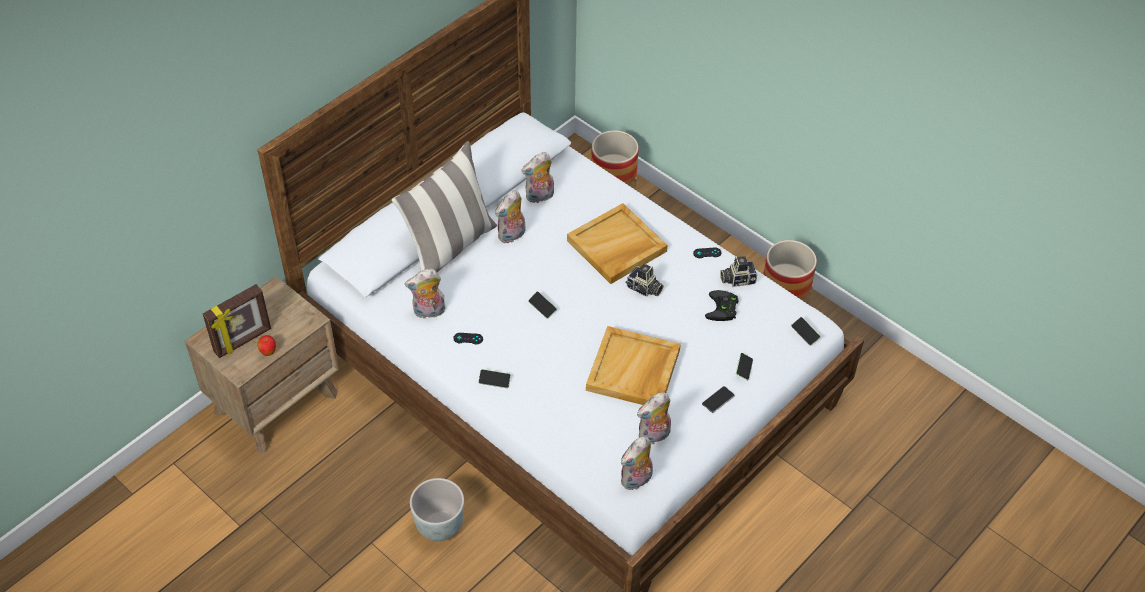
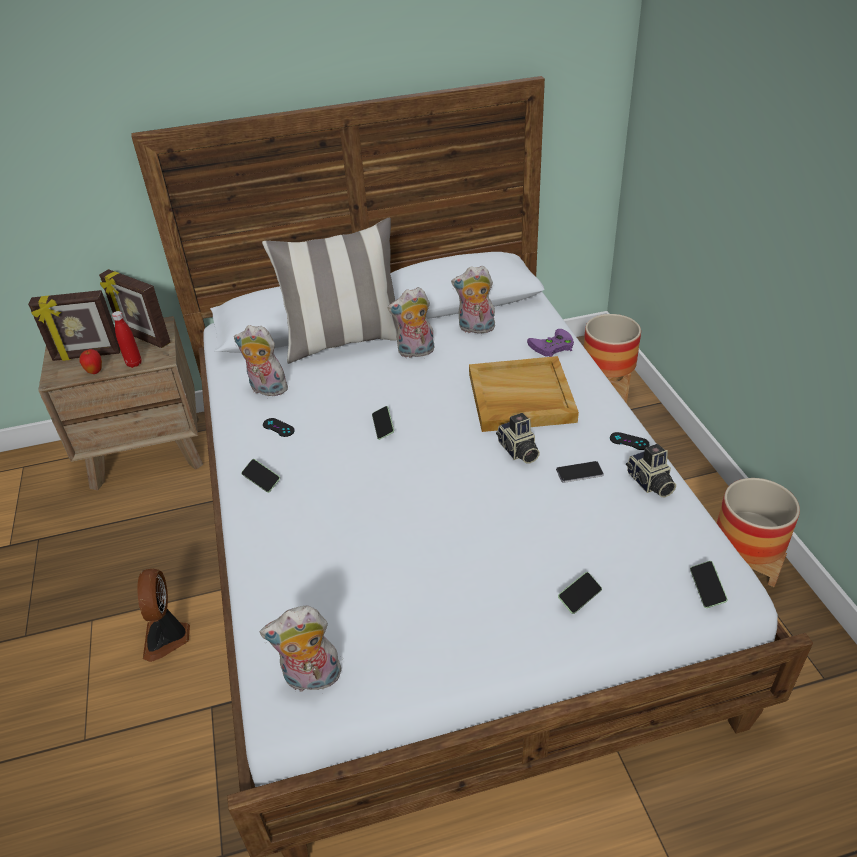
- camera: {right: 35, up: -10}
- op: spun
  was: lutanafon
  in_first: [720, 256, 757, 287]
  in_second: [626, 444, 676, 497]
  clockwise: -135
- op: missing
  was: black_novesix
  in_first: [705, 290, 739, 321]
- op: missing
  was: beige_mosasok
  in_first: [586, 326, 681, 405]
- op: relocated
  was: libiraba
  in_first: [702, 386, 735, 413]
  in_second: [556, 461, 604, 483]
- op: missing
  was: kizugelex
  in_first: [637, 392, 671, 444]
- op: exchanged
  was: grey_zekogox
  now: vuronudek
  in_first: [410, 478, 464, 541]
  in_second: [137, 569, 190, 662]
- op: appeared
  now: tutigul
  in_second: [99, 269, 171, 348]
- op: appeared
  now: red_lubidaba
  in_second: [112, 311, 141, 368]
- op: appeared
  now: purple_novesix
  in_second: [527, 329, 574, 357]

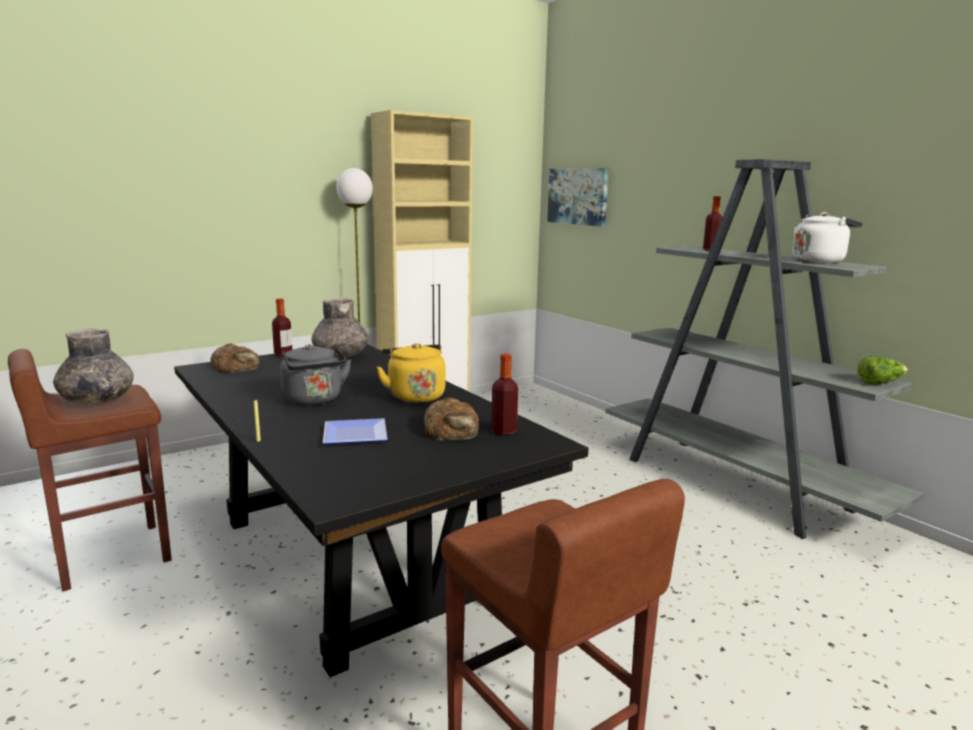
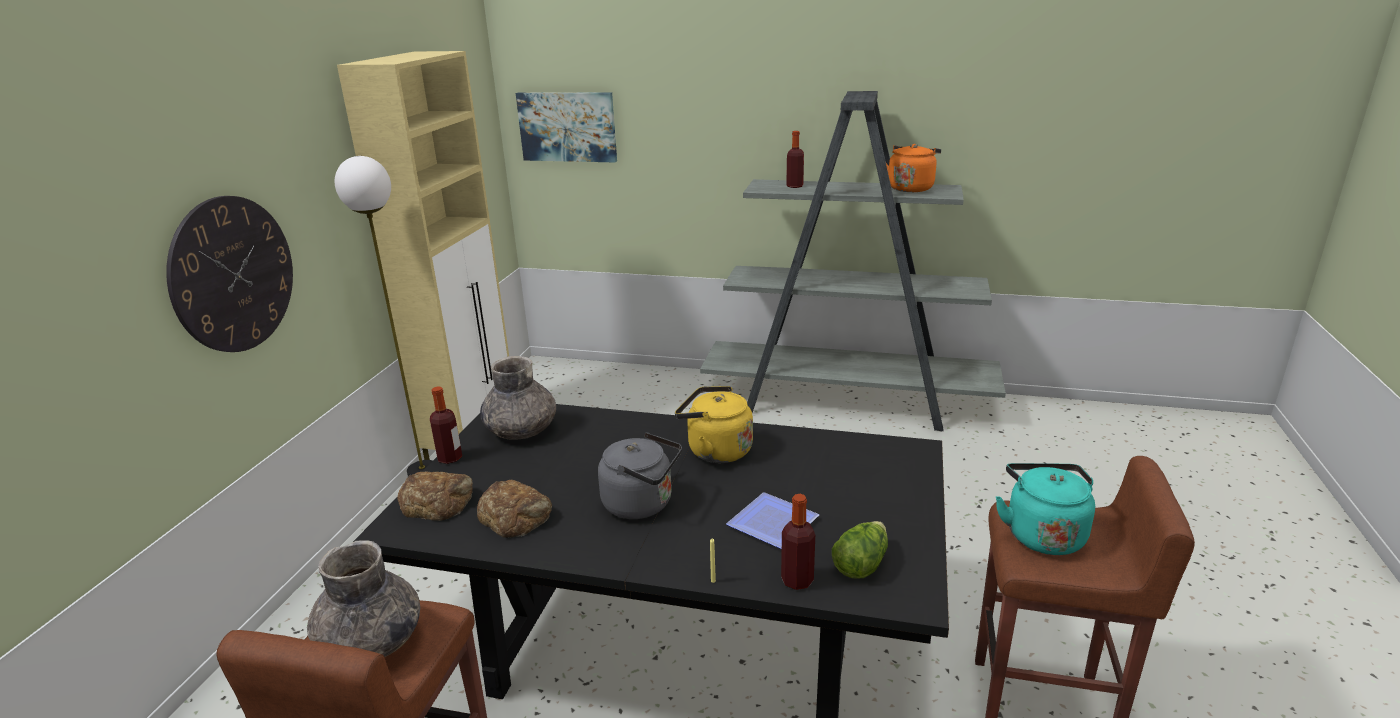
- camera: {right: -40, up: 10}
- op: colour
  was: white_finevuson
  now: orange_finevuson
  in_first: [793, 212, 863, 263]
  in_second: [886, 144, 941, 192]
- op: relocated
  was: lubidaba
  in_first: [491, 353, 518, 435]
  in_second: [781, 494, 815, 590]
- op: relocated
  was: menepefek
  in_first: [857, 356, 907, 385]
  in_second: [832, 521, 888, 578]
- op: relocated
  was: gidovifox
  in_first: [424, 397, 479, 441]
  in_second: [477, 480, 552, 538]
- op: appeared
  now: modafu
  in_second: [166, 196, 293, 352]
- op: appeared
  now: turquoise_finevuson
  in_second: [996, 463, 1095, 555]

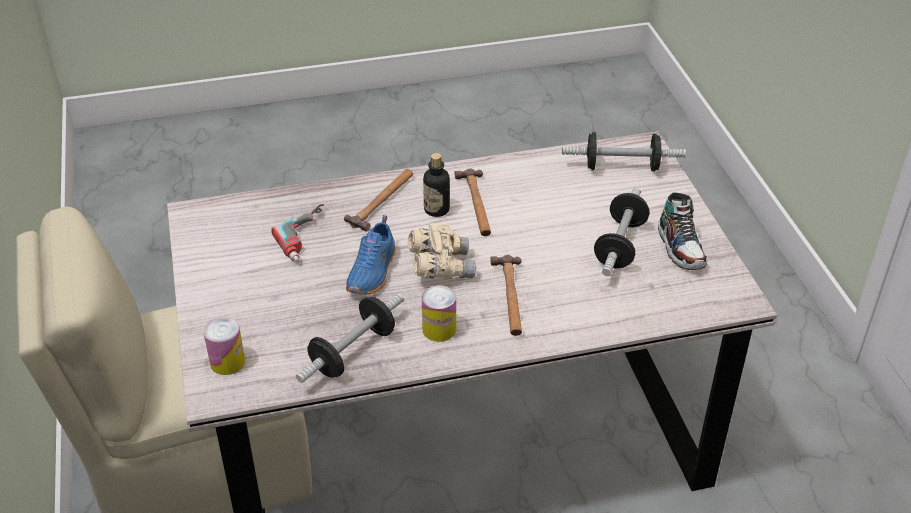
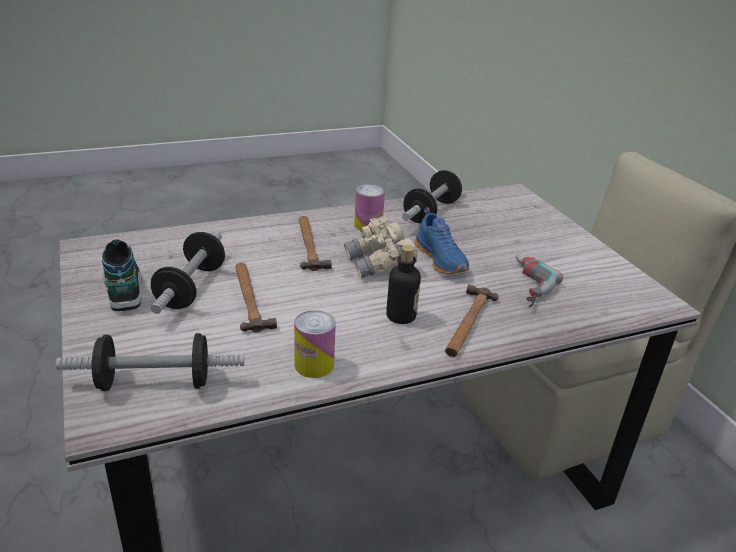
- camera: {right: 170, up: -10}
- op: relocated
  was: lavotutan
  in_first: [455, 169, 491, 236]
  in_second: [235, 263, 277, 333]
- op: spun
  was: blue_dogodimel
  in_first: [346, 215, 396, 294]
  in_second: [414, 207, 469, 274]
  clockwise: 150
- op: relocated
  was: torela
  in_first: [203, 317, 245, 375]
  in_second: [294, 310, 336, 378]

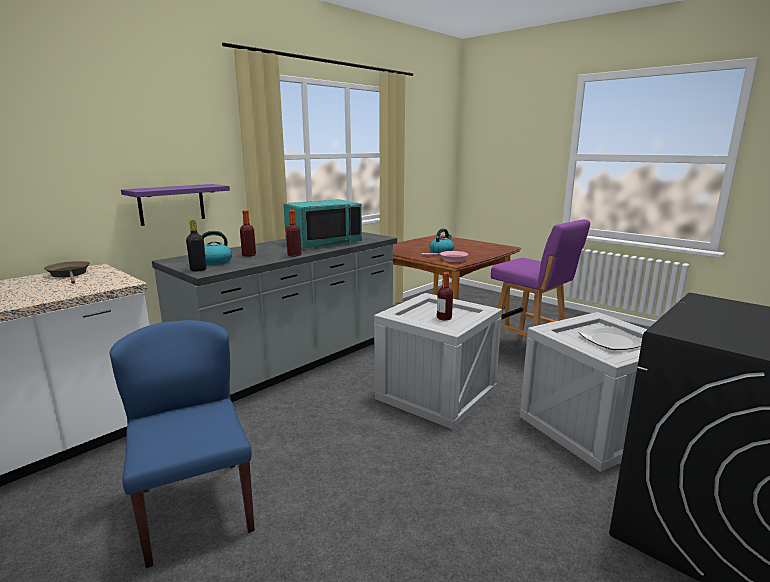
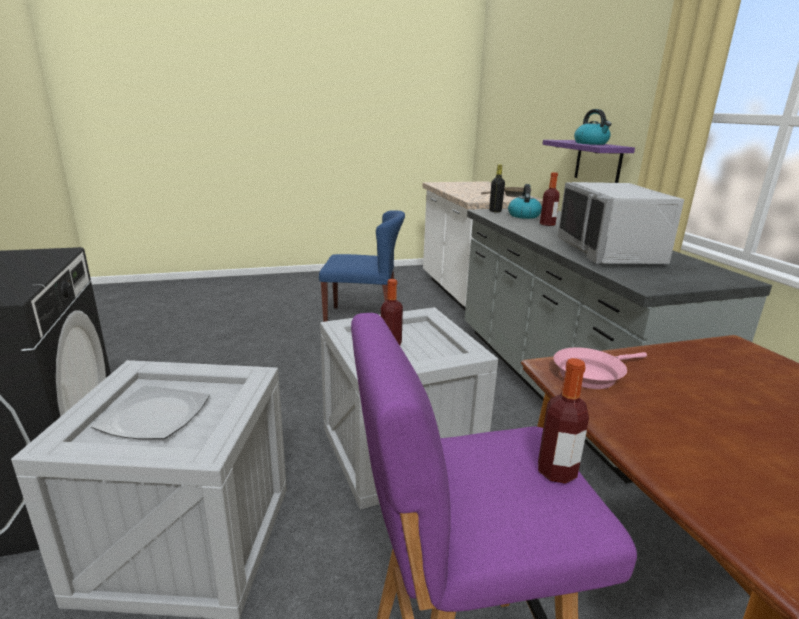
- camera: {right: 120, up: 5}
- op: colour
  was: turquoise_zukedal
  now: grey_zukedal
  in_first: [283, 199, 362, 248]
  in_second: [557, 182, 684, 264]
- op: relocated
  was: lubidaba
  in_first: [286, 210, 301, 257]
  in_second: [538, 358, 589, 484]
- op: relocated
  was: finevuson
  in_first: [430, 229, 455, 253]
  in_second: [574, 109, 612, 145]

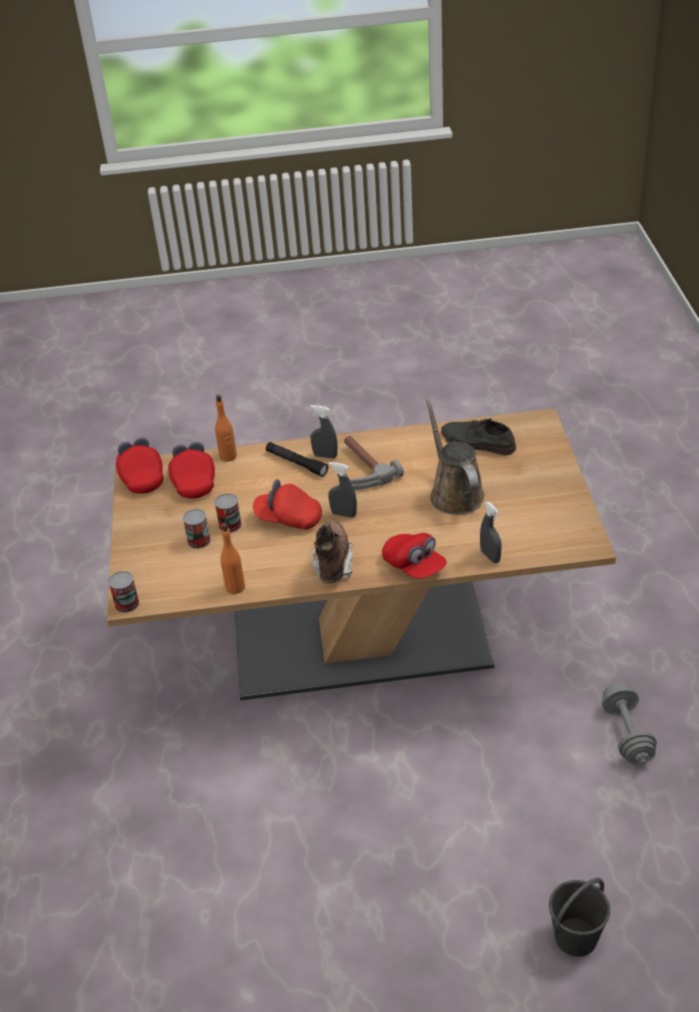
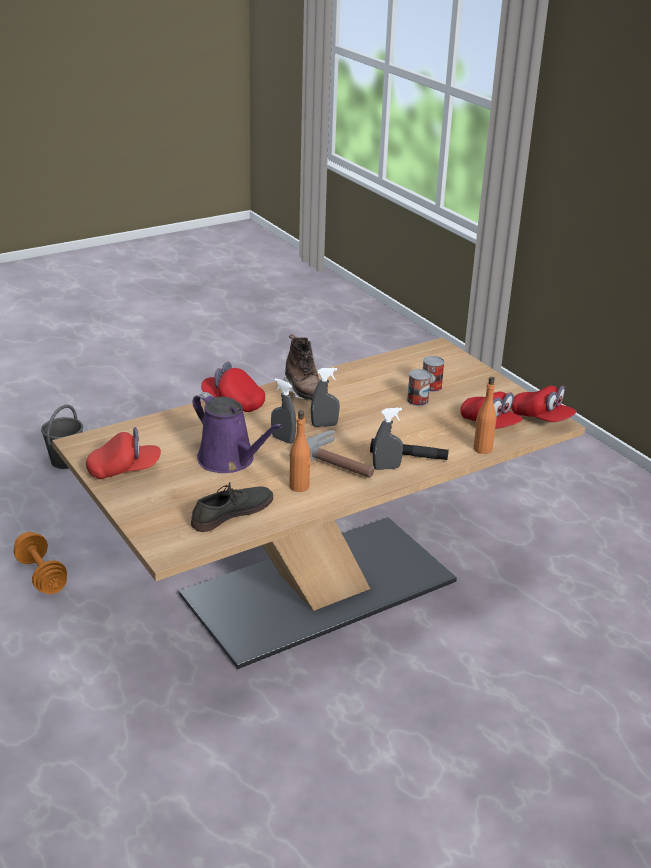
- camera: {right: 150, up: -10}
- op: colour
  was: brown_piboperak
  now: purple_piboperak
  in_first: [426, 399, 484, 515]
  in_second: [193, 392, 283, 473]
- op: spun
  was: grey_dogodimel
  in_first: [441, 418, 516, 456]
  in_second: [191, 482, 273, 532]
  clockwise: -45
- op: relocated
  was: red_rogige
  in_first: [253, 479, 322, 530]
  in_second: [86, 427, 161, 479]
- op: relocated
  was: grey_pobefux
  in_first: [480, 502, 502, 563]
  in_second: [271, 378, 296, 444]
- op: relocated
  was: orange_lubidaba
  in_first: [221, 523, 245, 594]
  in_second: [290, 411, 311, 492]
- op: missing
  was: torela
  in_first: [108, 571, 139, 613]
- op: colour
  was: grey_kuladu
  now: orange_kuladu
  in_first: [602, 682, 657, 765]
  in_second: [13, 532, 67, 594]

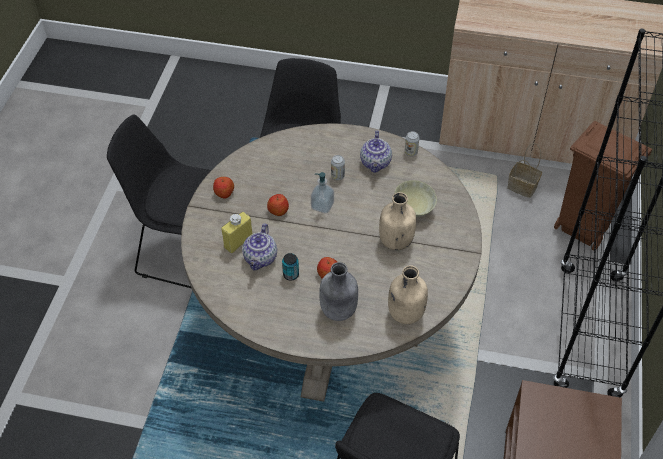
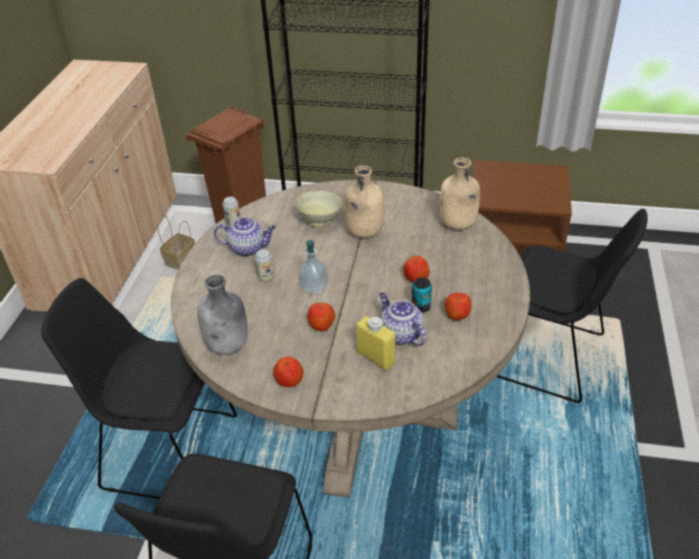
- camera: {right: -90, up: -10}
- op: spun
  was: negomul
  in_first: [242, 223, 277, 270]
  in_second: [379, 293, 426, 346]
  clockwise: -135
- op: relocated
  was: grey_lubidaba
  in_first: [319, 262, 358, 321]
  in_second: [197, 275, 248, 354]
- op: appeared
  now: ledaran
  in_second: [444, 293, 471, 320]

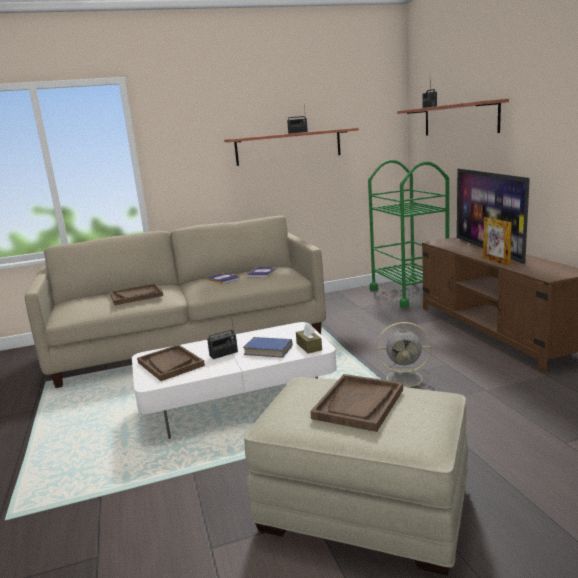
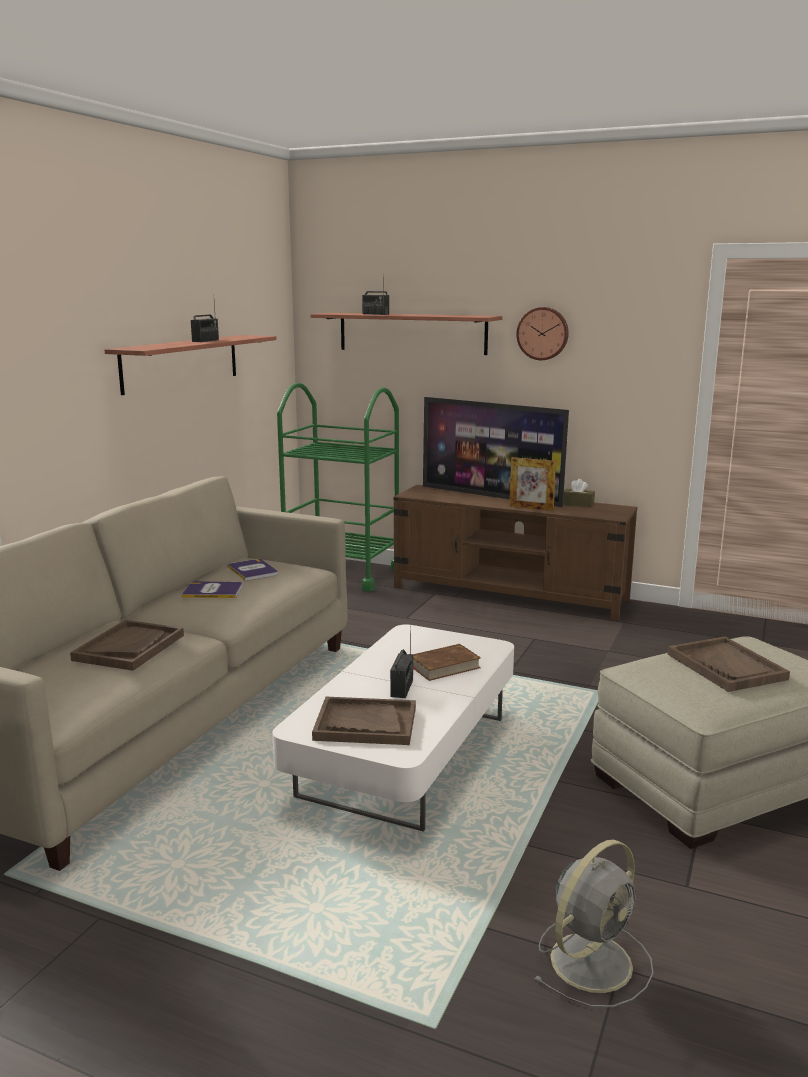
- camera: {right: -50, up: 0}
- op: relocated
  was: grey_vuronudek
  in_first: [376, 322, 433, 389]
  in_second: [534, 839, 653, 1007]
- op: relocated
  was: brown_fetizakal
  in_first: [296, 323, 322, 354]
  in_second: [563, 479, 595, 507]
- op: colour
  was: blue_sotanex
  now: brown_sotanex
  in_first: [243, 337, 292, 358]
  in_second: [413, 644, 481, 681]
- op: appeared
  now: modafu
  in_second: [516, 307, 569, 360]

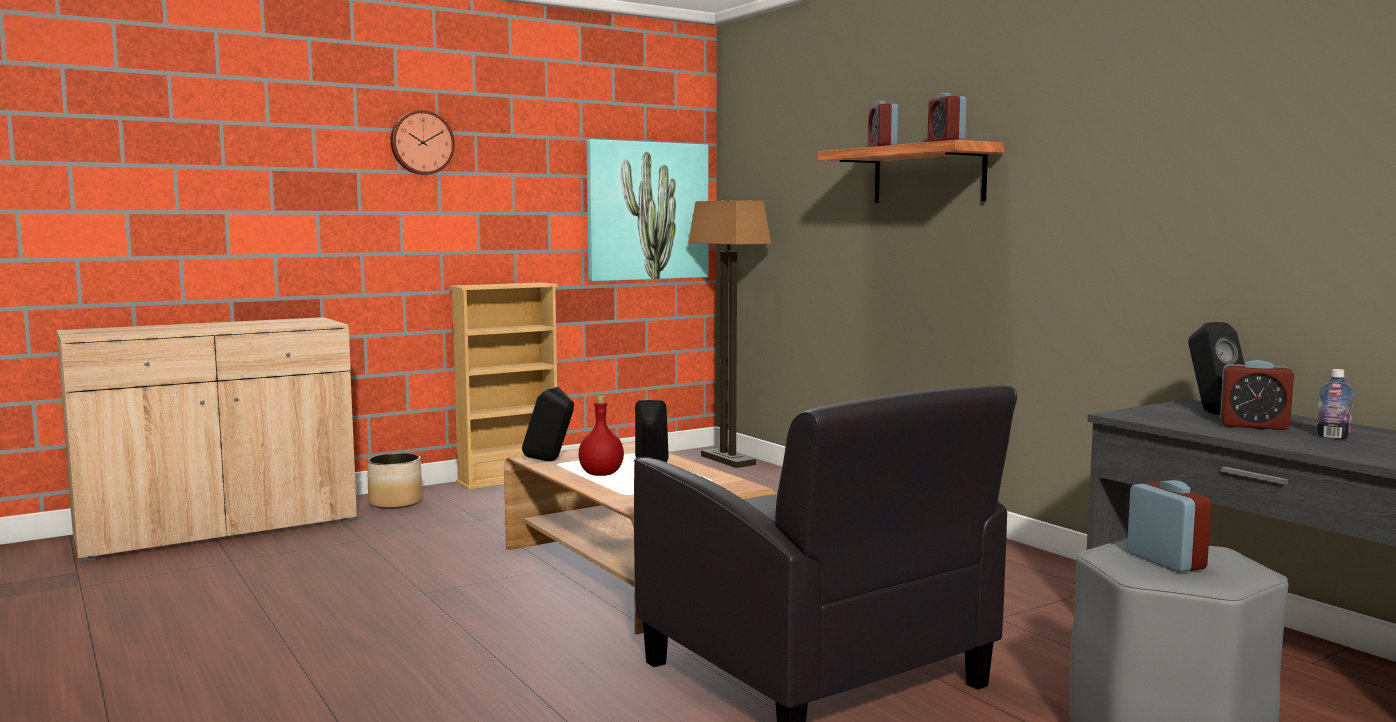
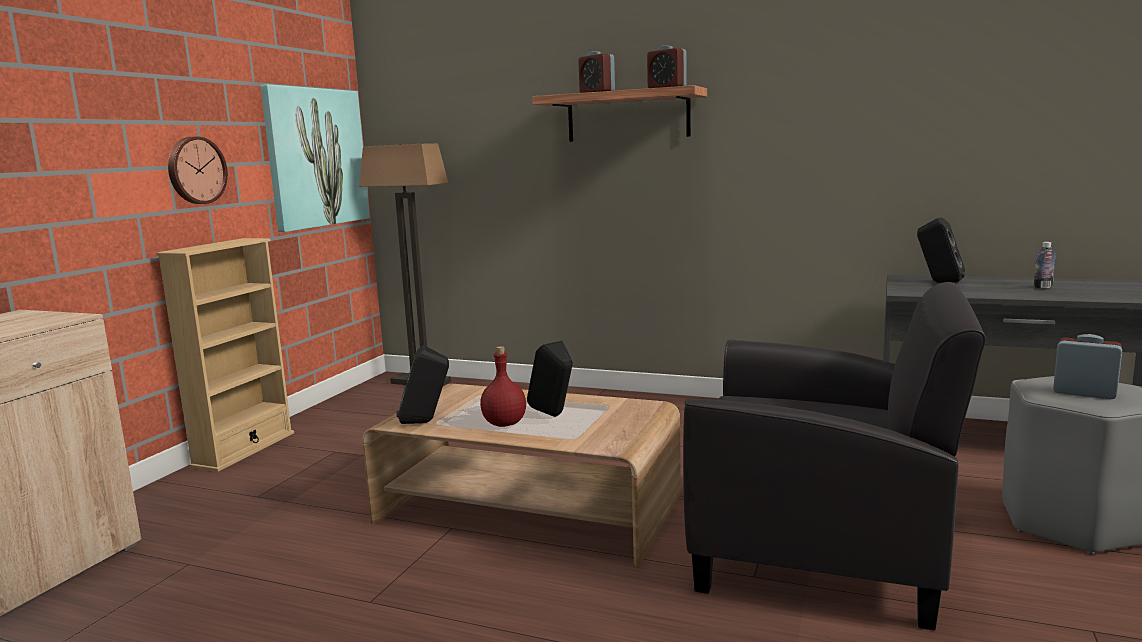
- camera: {right: -35, up: 5}
- op: relocated
  was: modafu
  in_first: [390, 110, 455, 175]
  in_second: [168, 136, 228, 204]
- op: missing
  was: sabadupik
  in_first: [1220, 360, 1294, 430]
- op: missing
  was: zekogox
  in_first: [367, 453, 423, 509]

